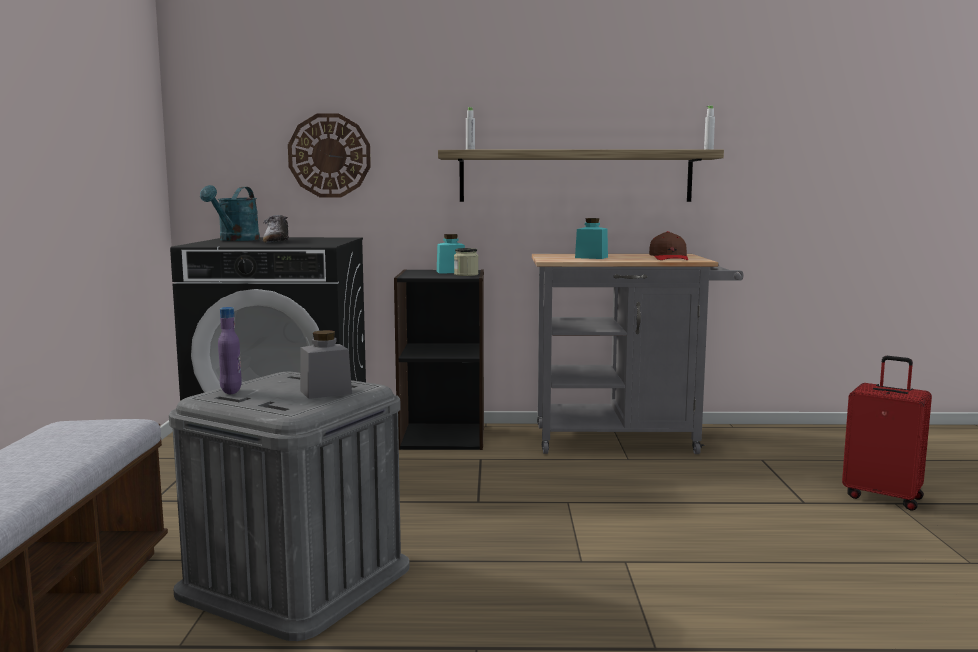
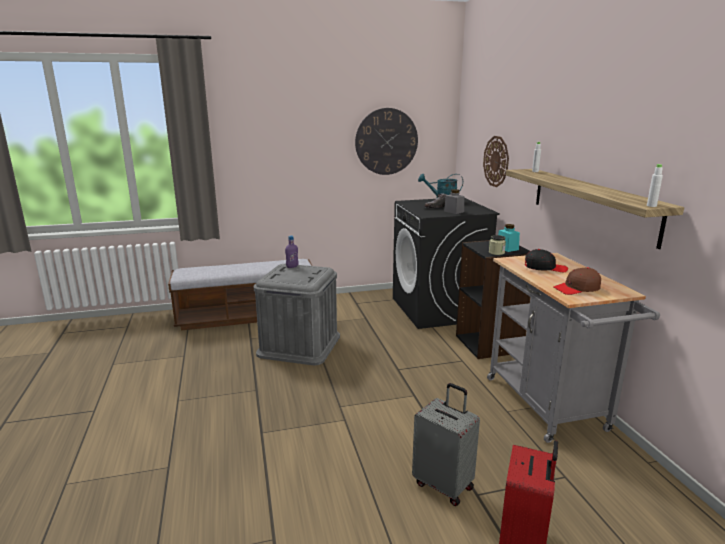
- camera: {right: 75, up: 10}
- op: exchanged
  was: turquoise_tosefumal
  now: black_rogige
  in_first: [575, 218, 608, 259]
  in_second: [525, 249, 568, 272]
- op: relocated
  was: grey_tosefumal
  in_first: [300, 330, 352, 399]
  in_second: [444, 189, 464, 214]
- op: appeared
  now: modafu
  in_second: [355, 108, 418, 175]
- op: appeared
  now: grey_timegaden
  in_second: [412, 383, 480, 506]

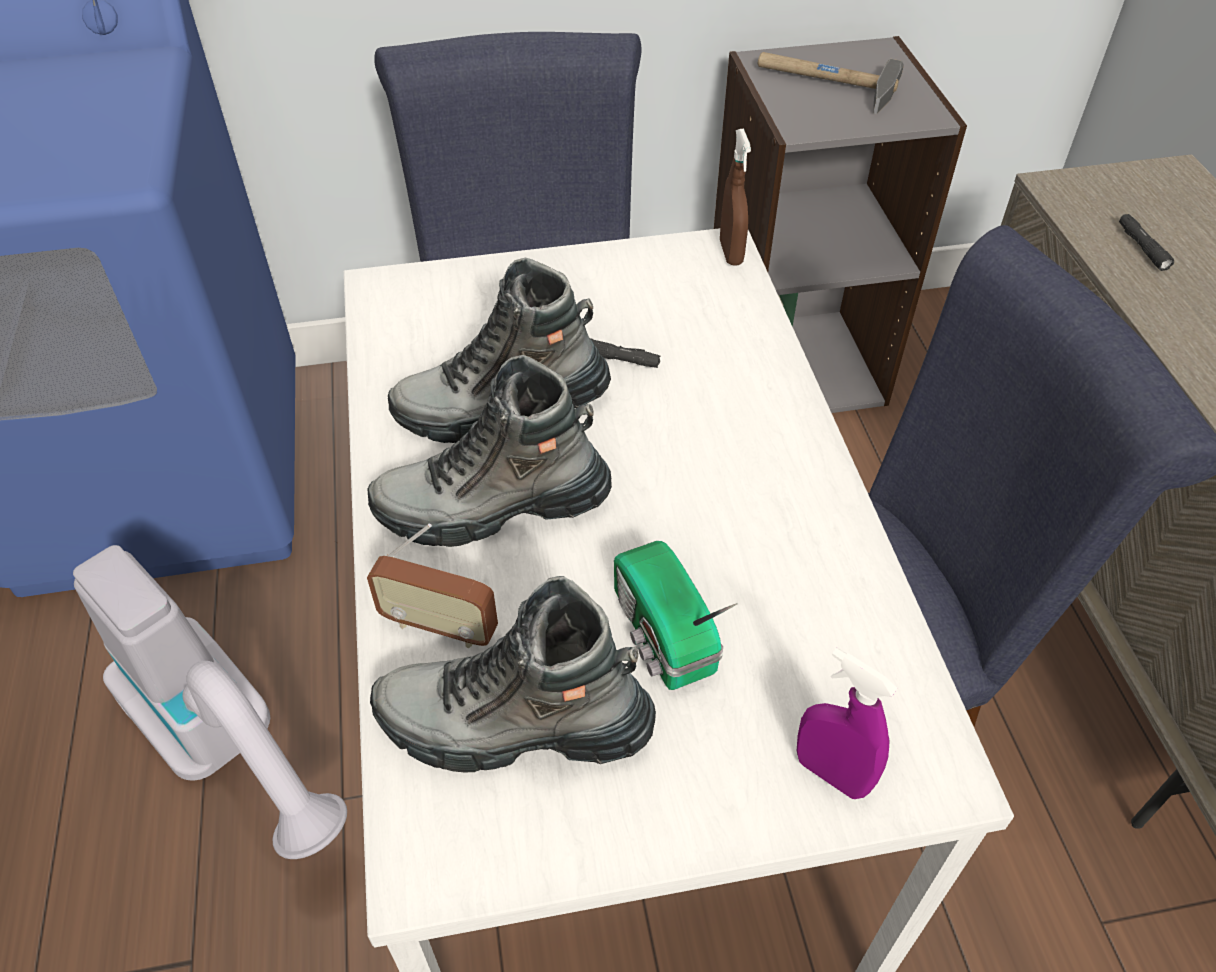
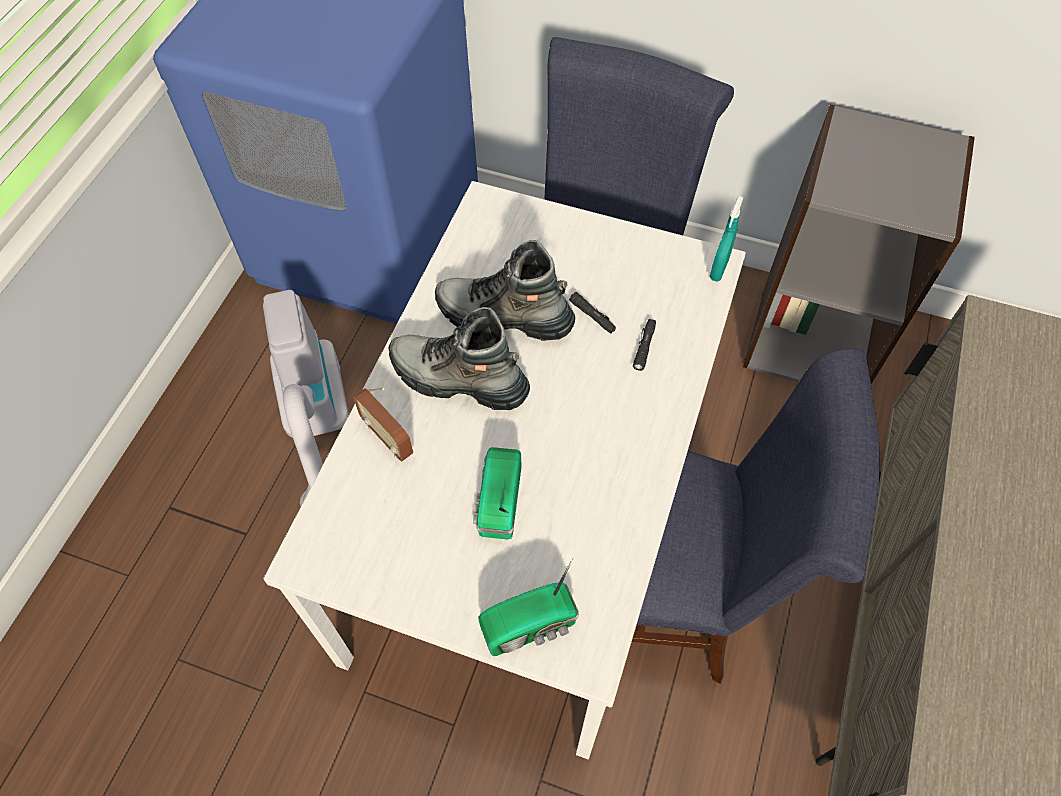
- camera: {right: 30, up: 10}
- op: missing
  was: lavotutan
  in_first: [757, 52, 904, 114]
- op: colour
  was: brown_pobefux
  now: turquoise_pobefux
  in_first: [720, 129, 751, 265]
  in_second: [710, 196, 744, 281]
- op: relocated
  was: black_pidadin
  in_first: [1119, 214, 1174, 271]
  in_second: [633, 319, 656, 371]
- op: missing
  was: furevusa
  in_first: [370, 576, 656, 773]
- op: exchanged
  was: purple_pobefux
  now: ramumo
  in_first: [797, 648, 897, 799]
  in_second: [478, 558, 579, 656]

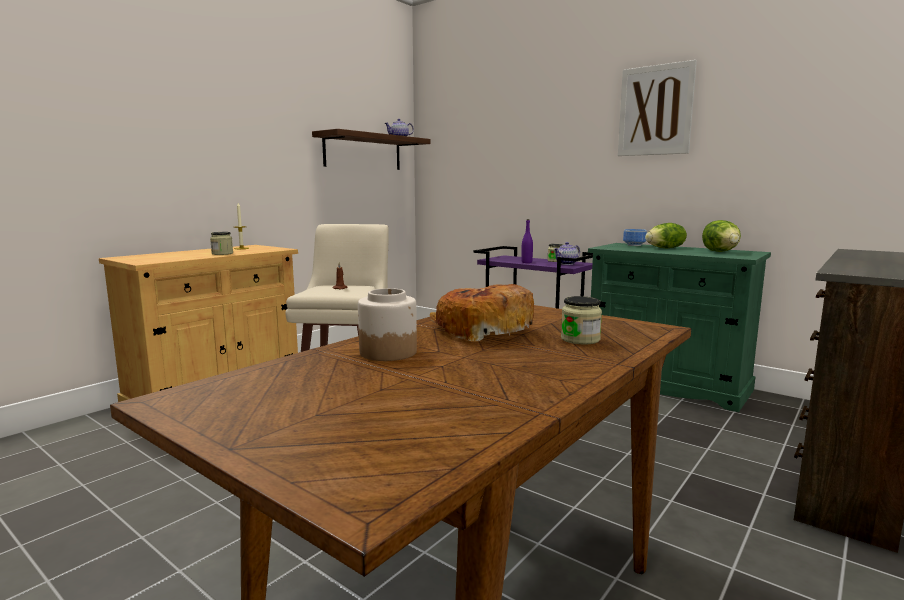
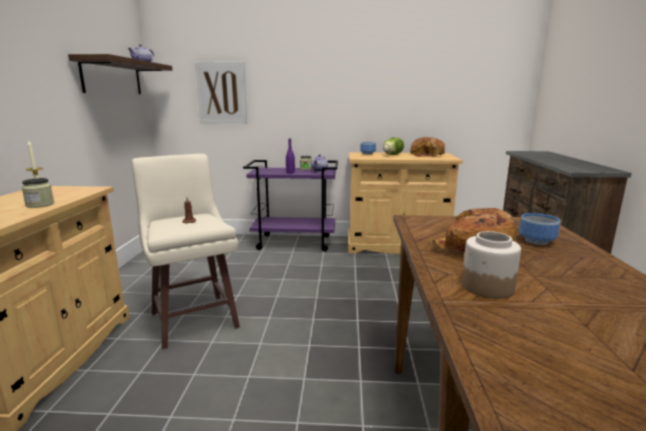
- camera: {right: -35, up: 5}
- op: relocated
  was: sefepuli
  in_first: [618, 60, 697, 156]
  in_second: [195, 62, 247, 123]
- op: exchanged
  was: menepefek
  now: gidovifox
  in_first: [702, 220, 741, 252]
  in_second: [410, 137, 445, 157]
- op: colour
  was: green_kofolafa
  now: beige_kofolafa
  in_first: [588, 243, 771, 412]
  in_second: [348, 152, 463, 254]
- op: exchanged
  was: tosefumal
  now: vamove
  in_first: [561, 296, 602, 345]
  in_second: [519, 213, 560, 245]

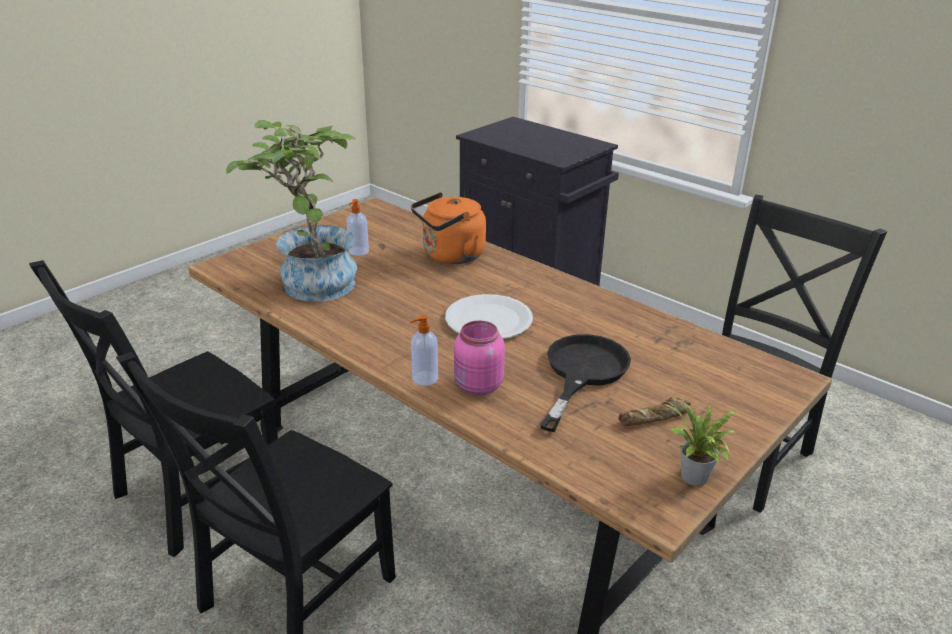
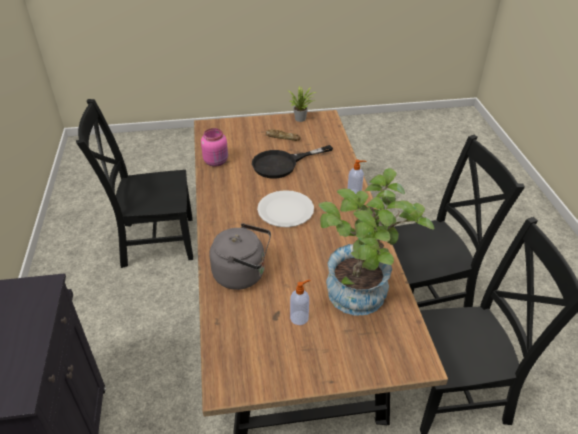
- camera: {right: -140, up: 10}
- op: colour
  was: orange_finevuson
  now: grey_finevuson
  in_first: [411, 192, 486, 264]
  in_second: [209, 223, 271, 290]
- op: relocated
  was: pink_tosefumal
  in_first: [454, 320, 505, 396]
  in_second: [201, 128, 228, 167]

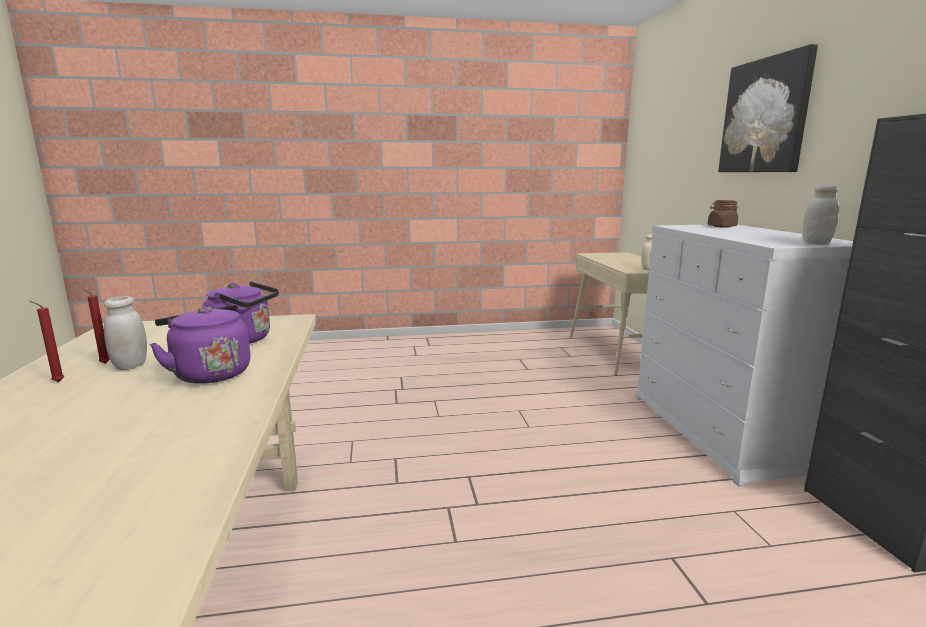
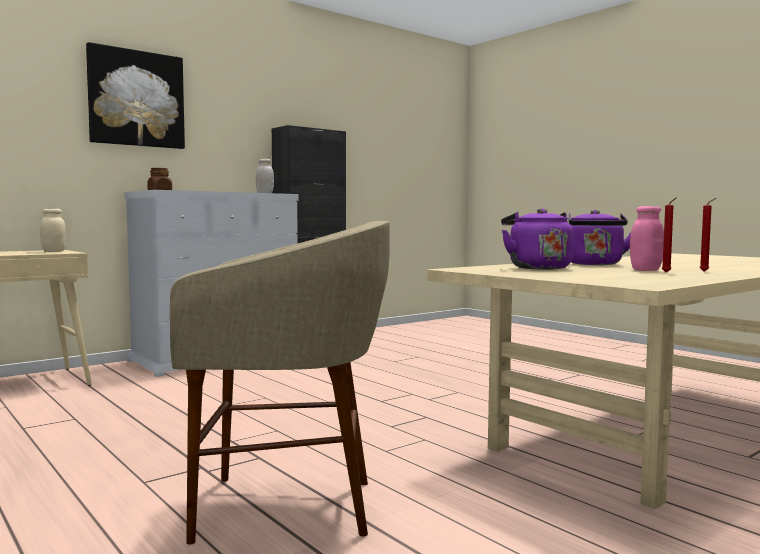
- camera: {right: -120, up: -10}
- op: colour
  was: white_tosefumal
  now: pink_tosefumal
  in_first: [104, 296, 147, 370]
  in_second: [630, 206, 664, 271]
- op: appeared
  now: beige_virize
  in_second: [170, 221, 390, 545]

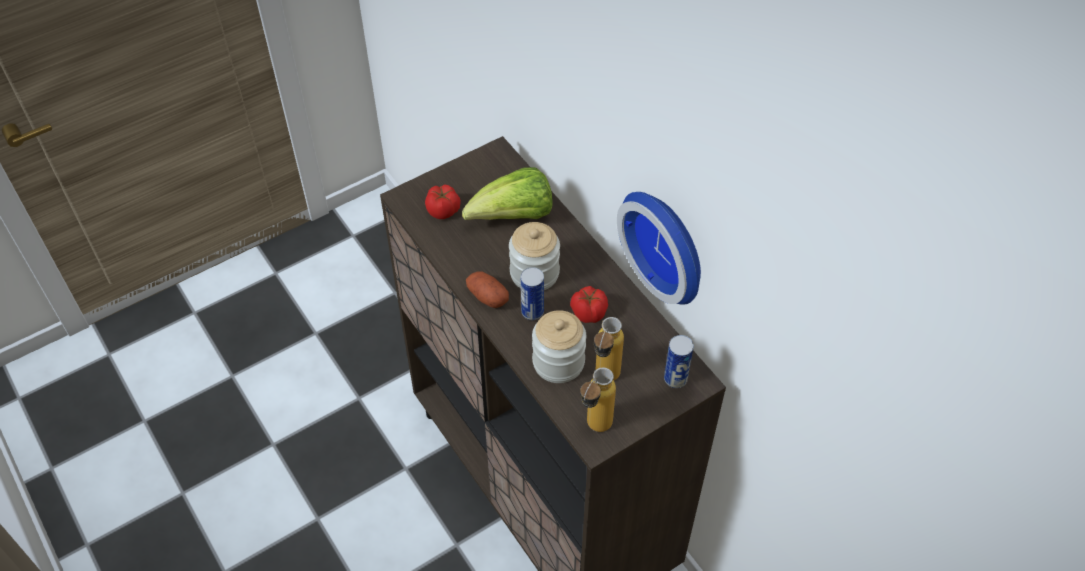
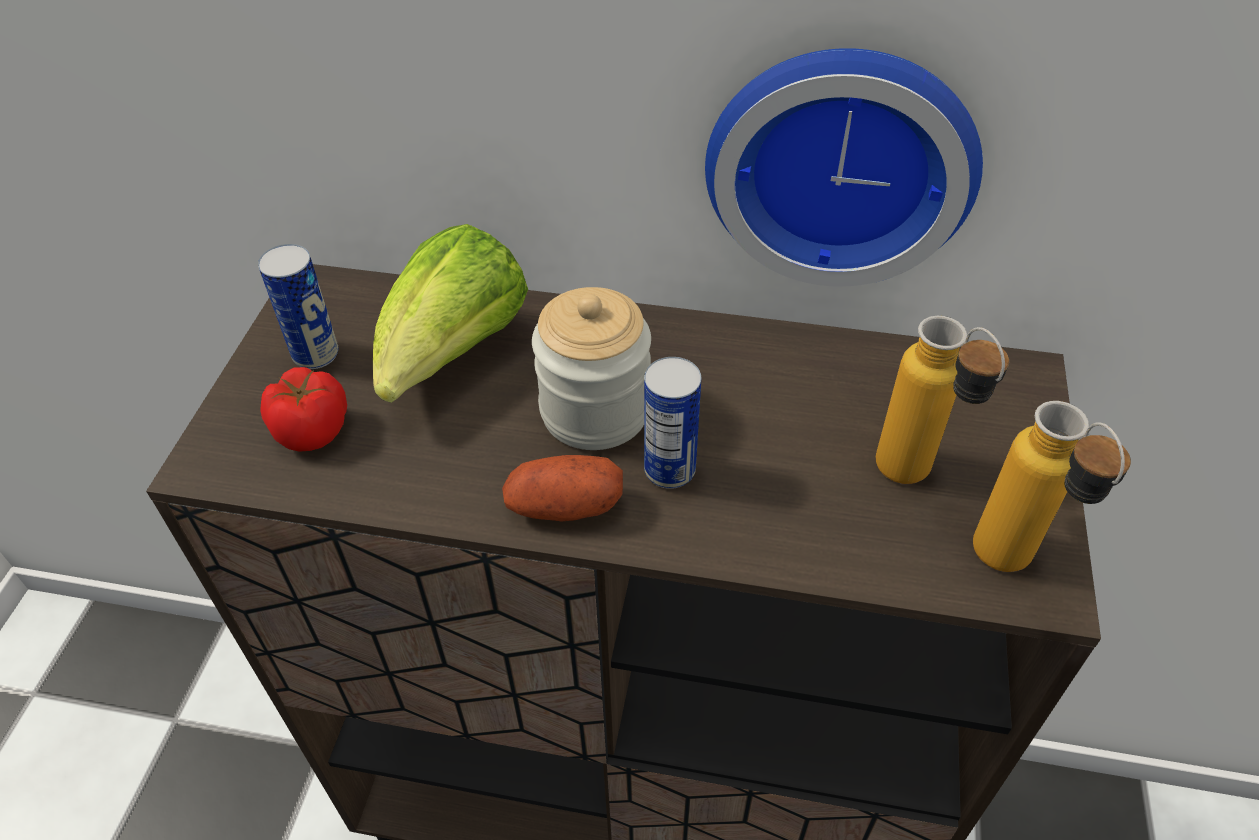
- camera: {right: -45, up: -5}
- op: missing
  was: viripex
  in_first: [570, 286, 608, 323]
- op: missing
  was: tosefumal
  in_first: [532, 310, 586, 383]
- op: relocated
  was: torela
  in_first: [664, 335, 694, 388]
  in_second: [258, 244, 339, 369]

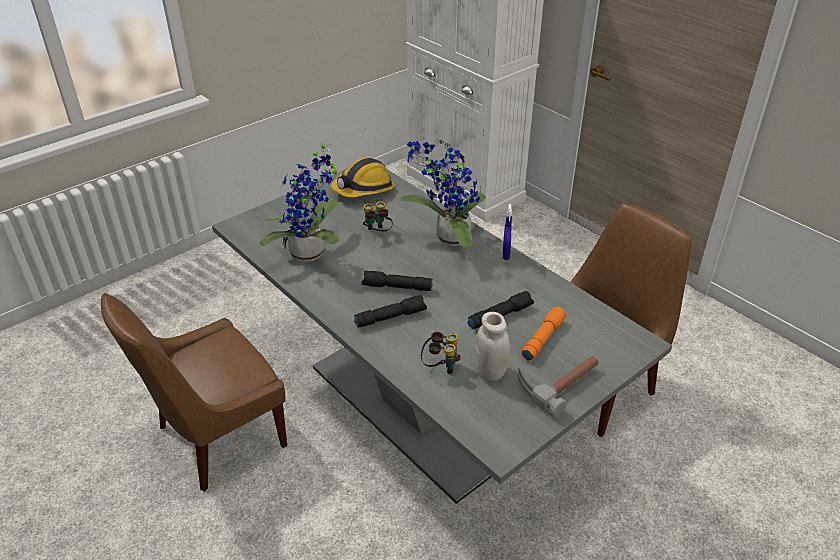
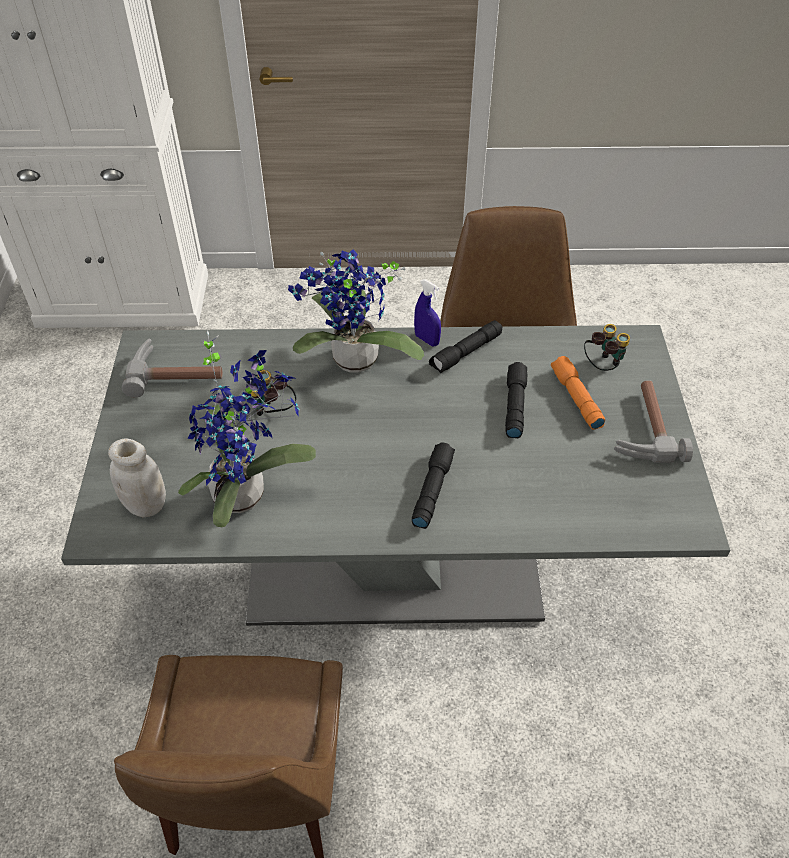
- camera: {right: -50, up: 10}
- op: exchanged
  was: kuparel
  now: lavotutan
  in_first: [331, 158, 395, 197]
  in_second: [122, 338, 223, 398]
- op: relocated
  was: black_pidadin
  in_first: [362, 271, 433, 291]
  in_second: [429, 320, 502, 373]
- op: relocated
  was: white_tosefumal
  in_first: [475, 312, 510, 381]
  in_second: [108, 438, 166, 517]
- op: relocated
  was: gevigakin
  in_first: [421, 332, 461, 374]
  in_second: [584, 324, 630, 371]

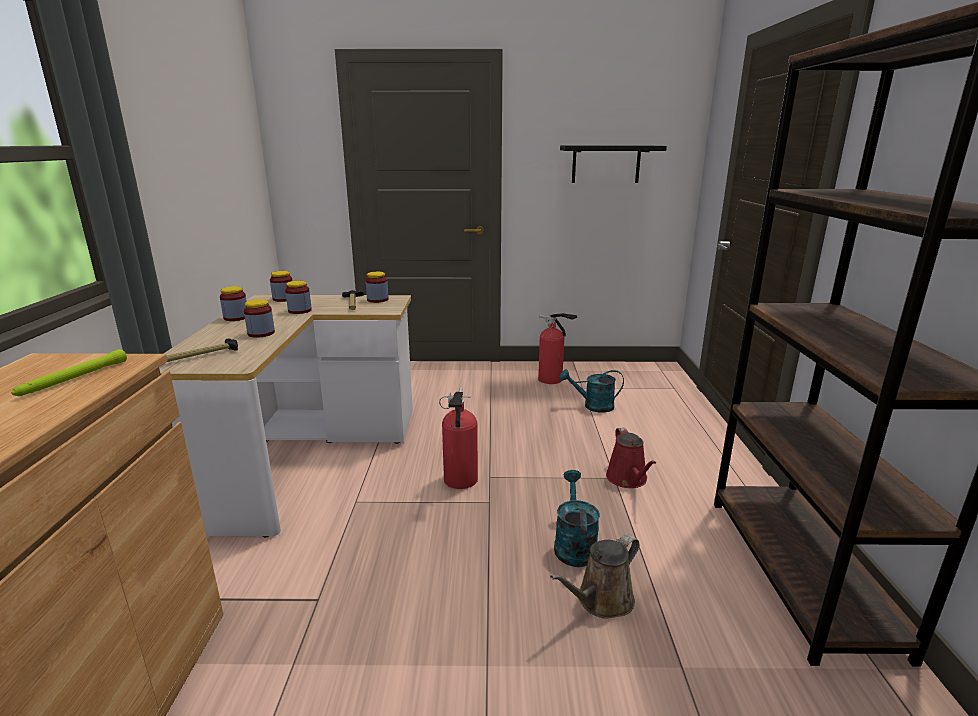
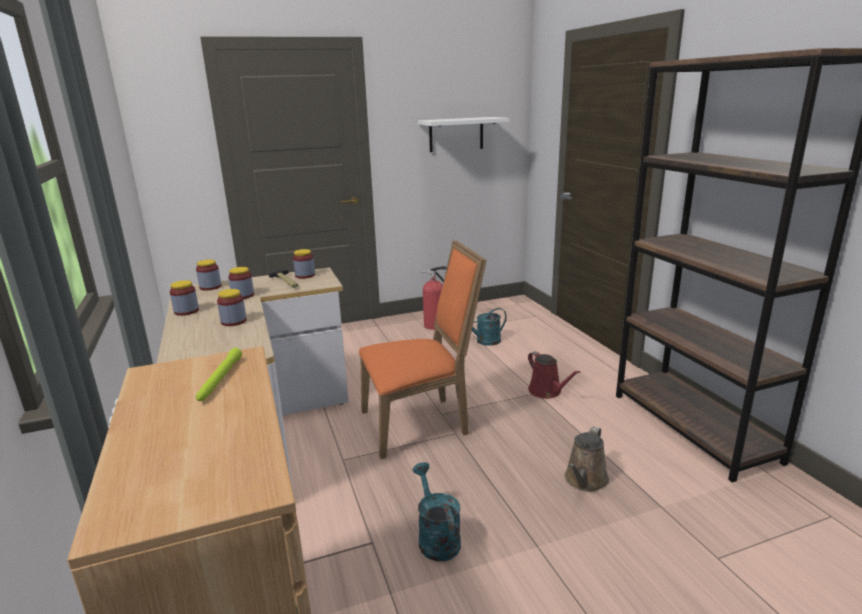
- camera: {right: -20, up: 0}
- op: colour
  was: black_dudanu
  now: white_dudanu
  in_first: [560, 145, 667, 183]
  in_second: [418, 117, 509, 152]
- op: missing
  was: lavotutan
  in_first: [166, 339, 238, 362]
- op: exchanged
  was: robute
  now: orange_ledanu
  in_first: [439, 387, 478, 489]
  in_second: [359, 240, 486, 459]
- op: relocated
  was: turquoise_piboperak
  in_first: [554, 470, 600, 567]
  in_second: [412, 462, 461, 561]

